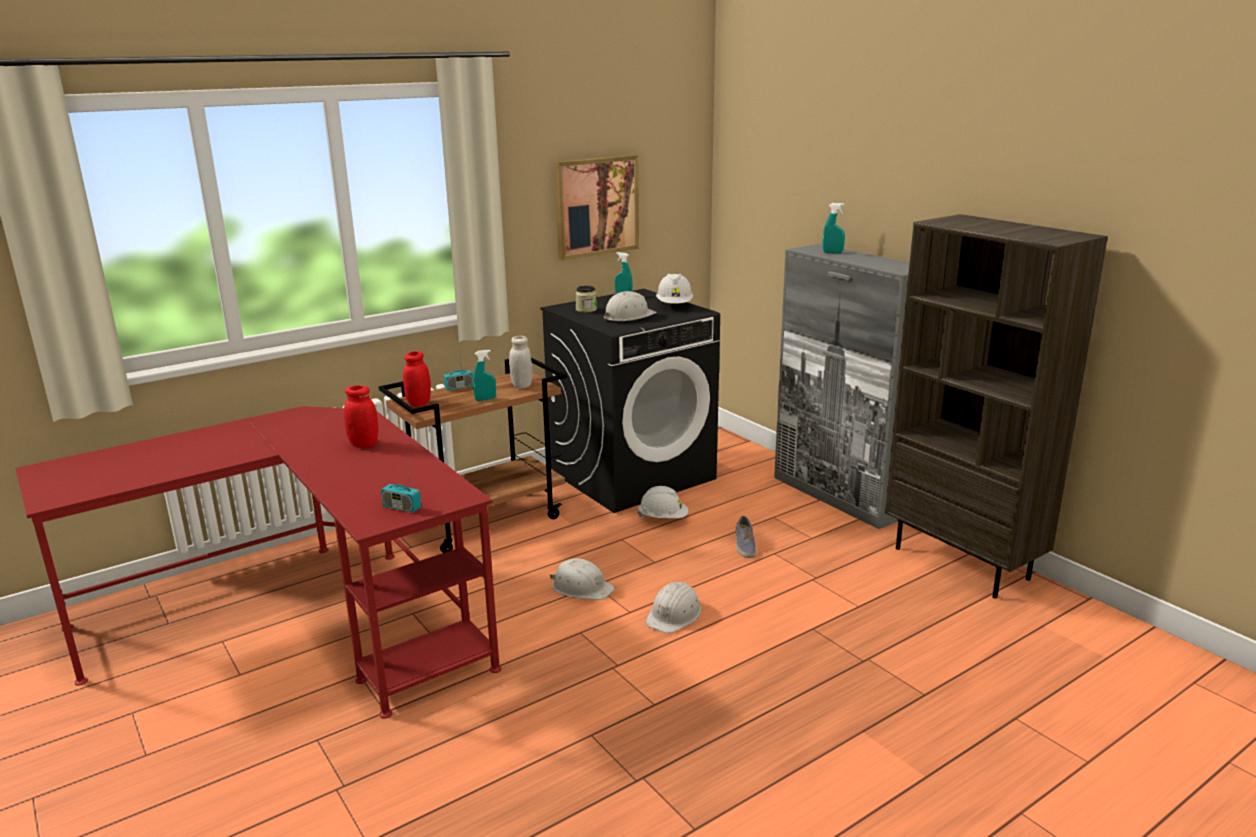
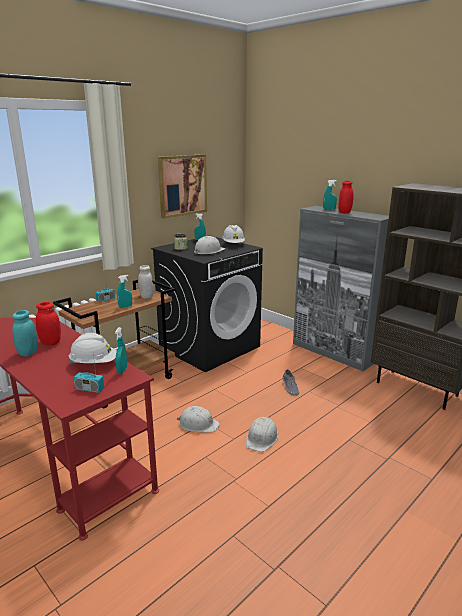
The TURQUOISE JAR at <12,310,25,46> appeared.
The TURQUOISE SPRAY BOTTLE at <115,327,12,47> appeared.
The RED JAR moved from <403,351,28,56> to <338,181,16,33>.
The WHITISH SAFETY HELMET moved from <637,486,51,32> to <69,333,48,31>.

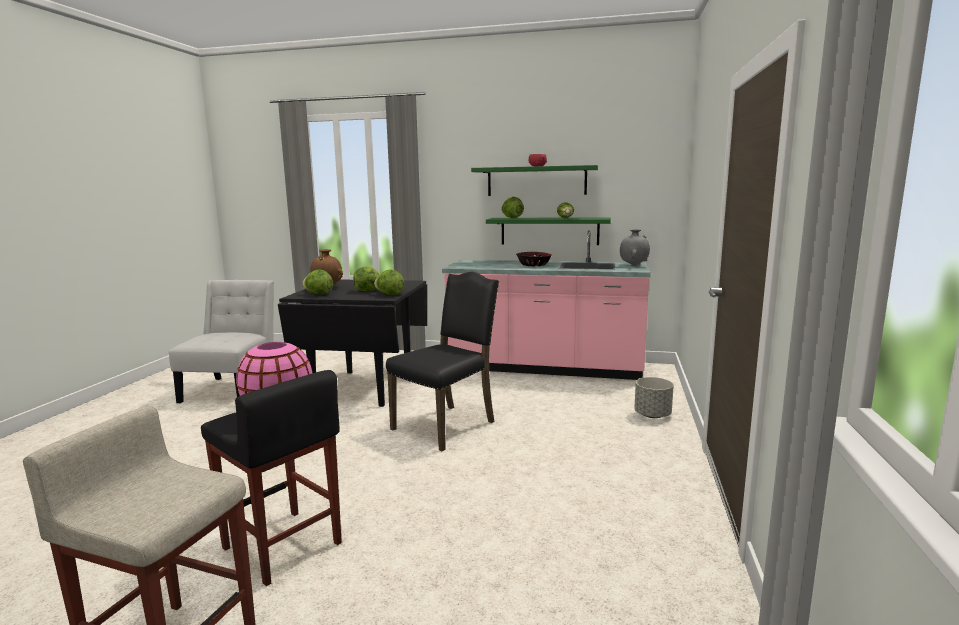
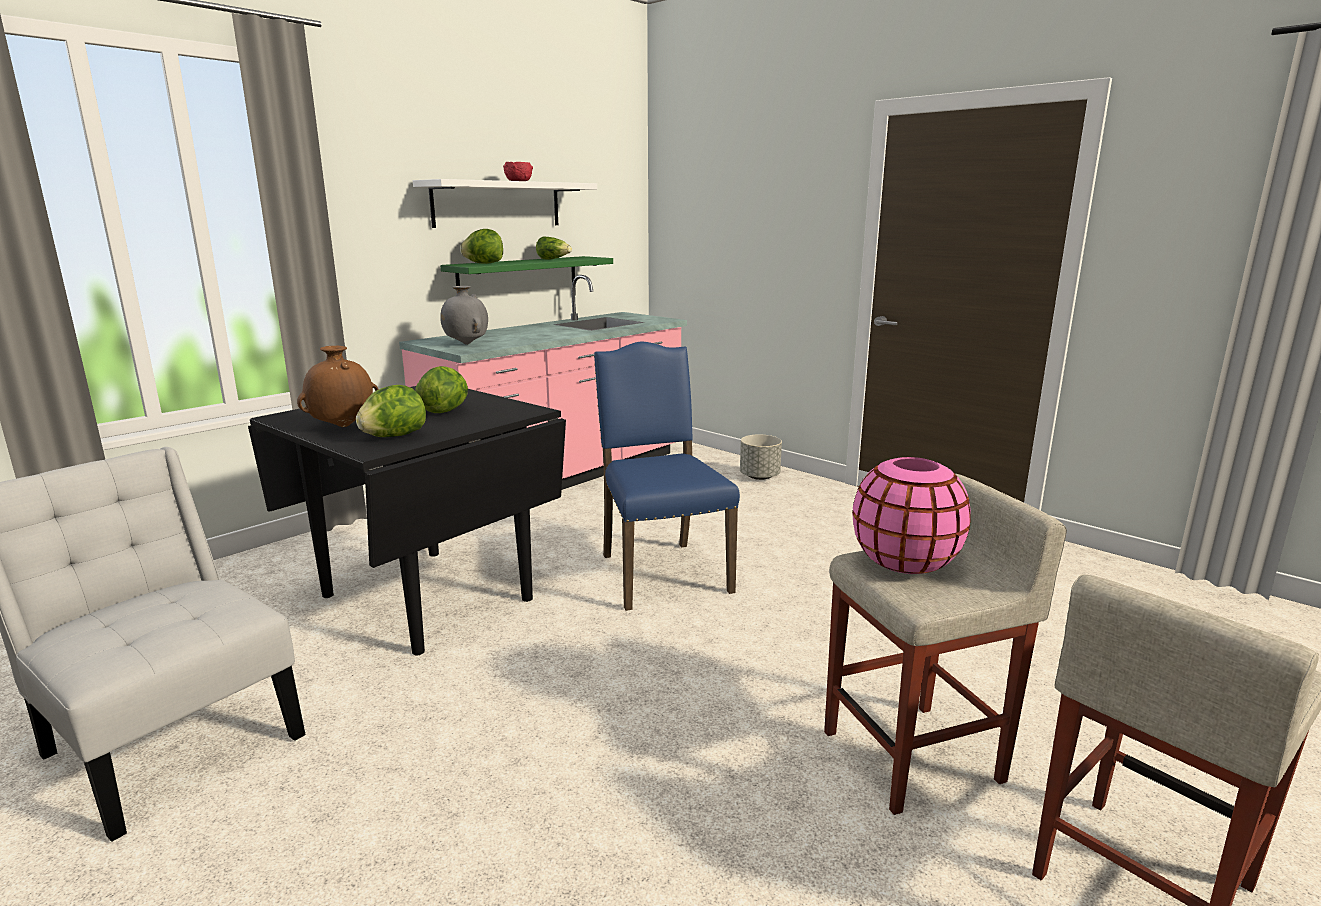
The LETTUCE HEAD at <374,270,30,25> disappeared.
The DEEP DISH at <516,252,36,14> disappeared.
The GRAY DECORATIVE VASE moved from <620,229,30,37> to <440,286,48,59>.
The BLACK-COLOURED STOOL at <201,370,141,216> became the SAND-COLOURED STOOL at <824,474,243,341>.
The BLACK-COLOURED CHAIR at <386,272,113,179> became the BLUE CHAIR at <594,341,146,270>.
The GREEN SHELF at <471,165,127,31> became the WHITISH SHELF at <413,179,184,49>.

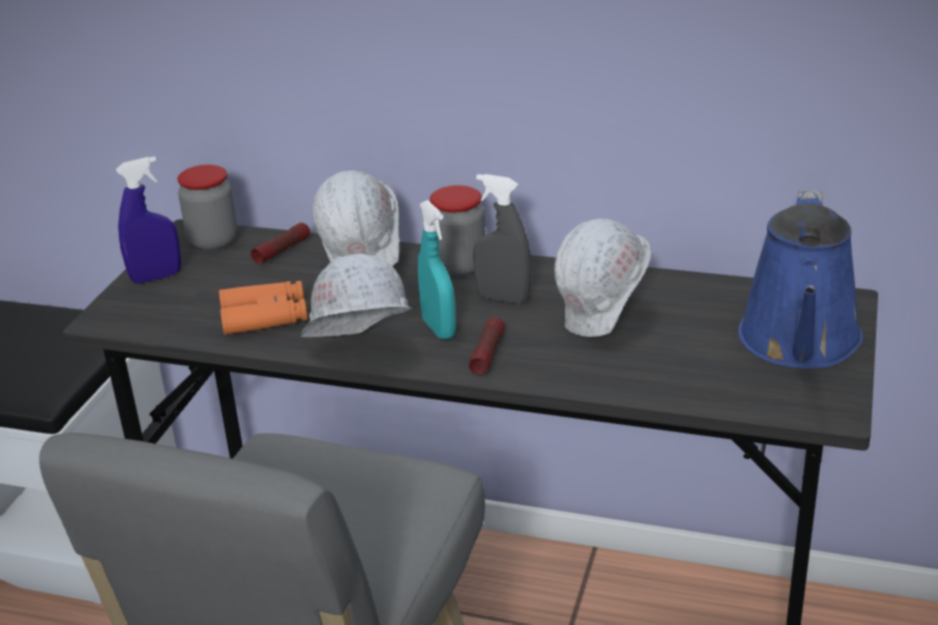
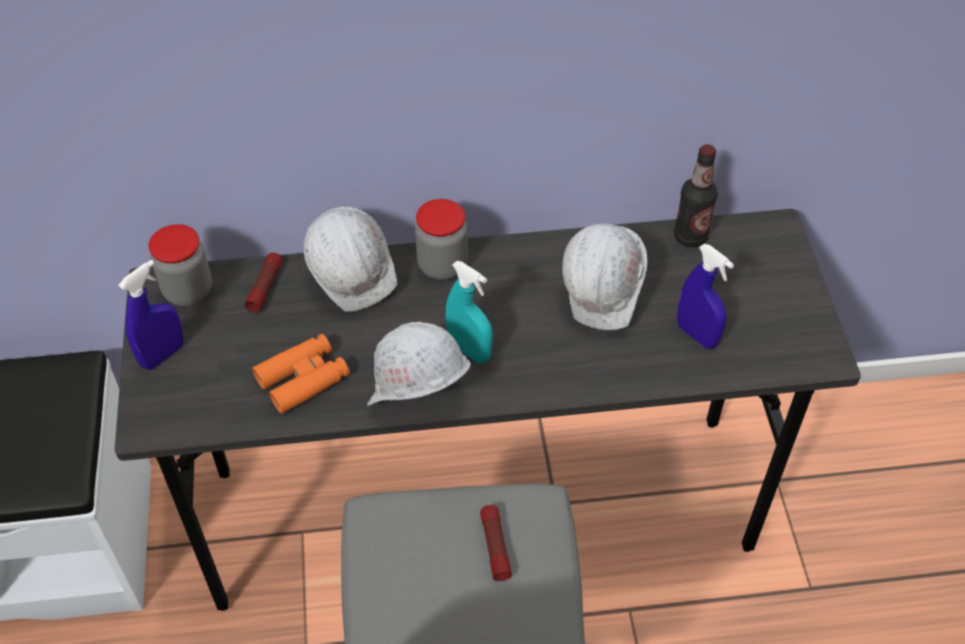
The GRAY SPRAY BOTTLE at <473,174,58,130> disappeared.
The BLUE WATERING POT at <738,190,125,179> disappeared.
The BEVERAGE BOTTLE at <674,144,44,103> appeared.
The BLUE SPRAY BOTTLE at <677,244,57,105> appeared.
The FLASHLIGHT moved from <469,317,36,58> to <480,505,32,76>.

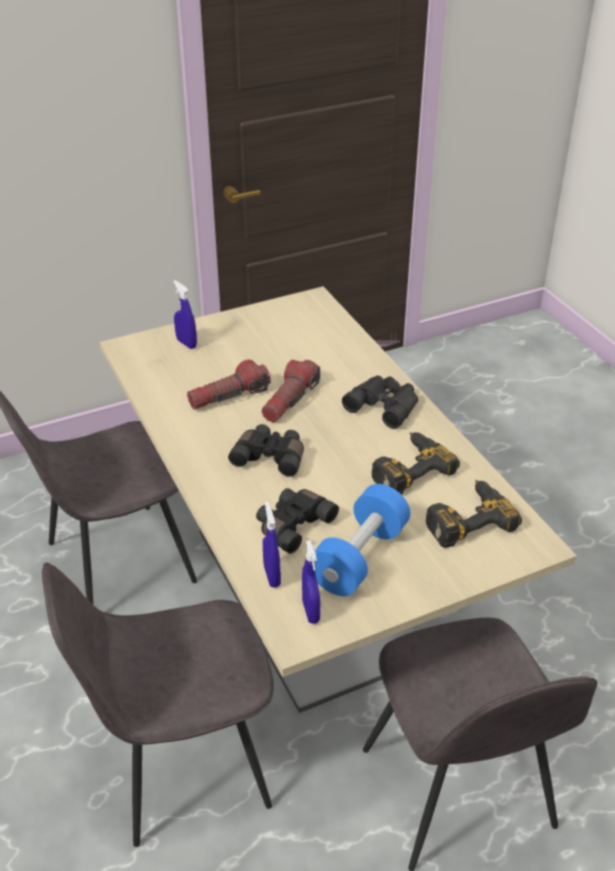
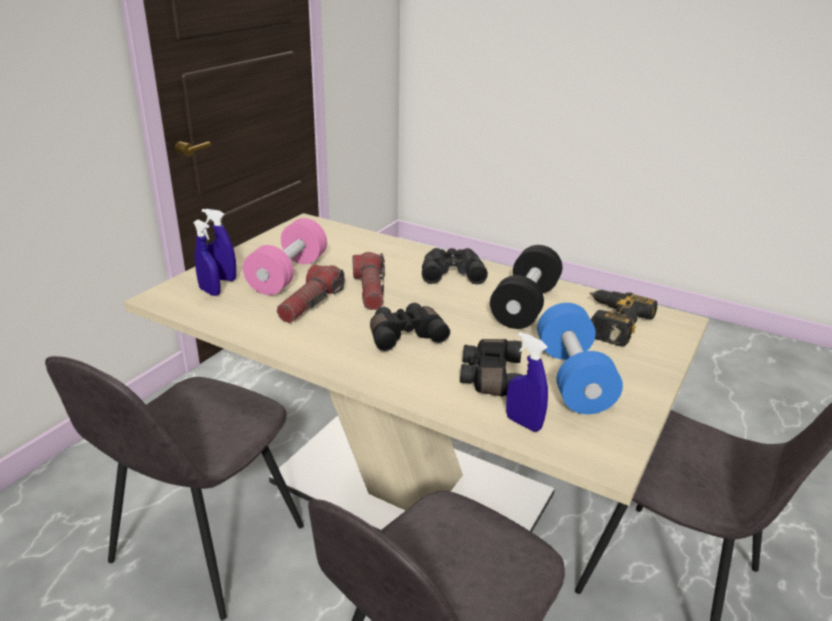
The PINKISH DUMBBELL at <243,218,84,77> appeared.
The BLUE SPRAY BOTTLE moved from <302,540,18,84> to <193,220,28,76>.
The POWER DRILL at <371,432,89,63> was replaced by the BLACK-COLOURED DUMBBELL at <490,245,72,84>.

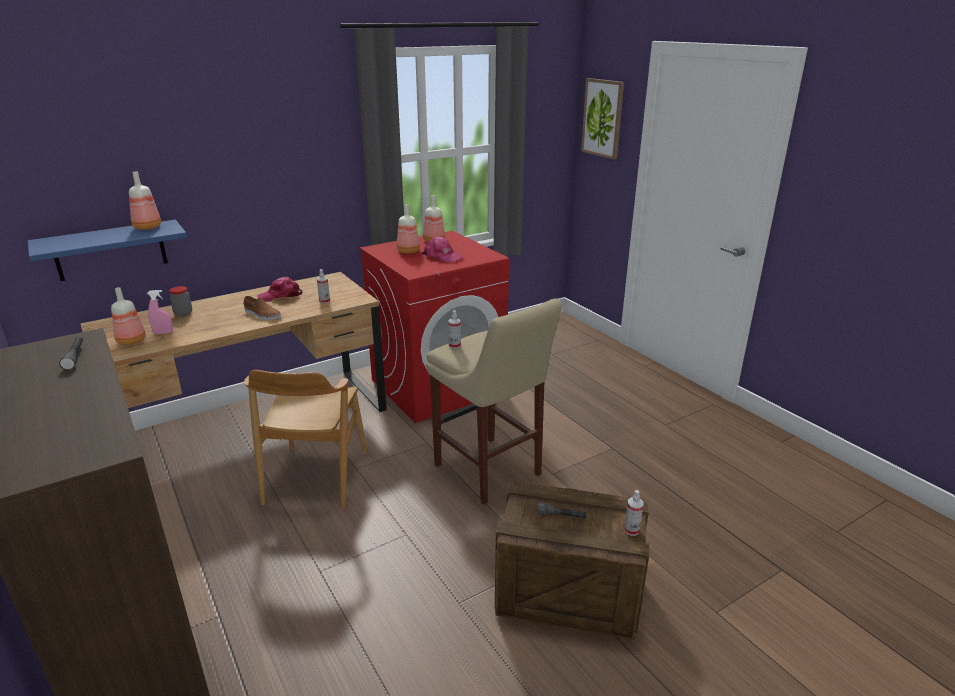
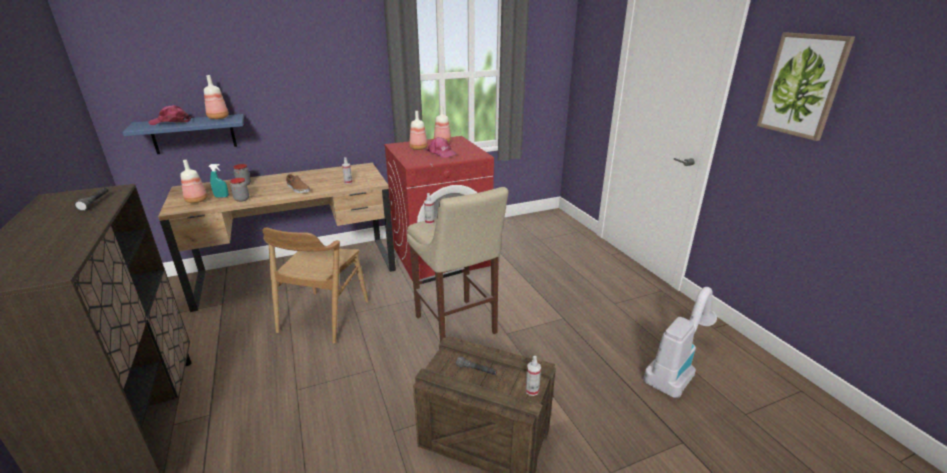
The JAR at <230,178,19,24> appeared.
The VACUUM CLEANER at <643,287,74,112> appeared.
The PINKISH BASEBALL CAP moved from <257,277,46,25> to <148,105,43,20>.
The PICTURE moved from <581,78,43,81> to <757,32,98,109>.
The PINKISH SPRAY BOTTLE at <147,290,26,44> became the TURQUOISE SPRAY BOTTLE at <209,164,20,33>.

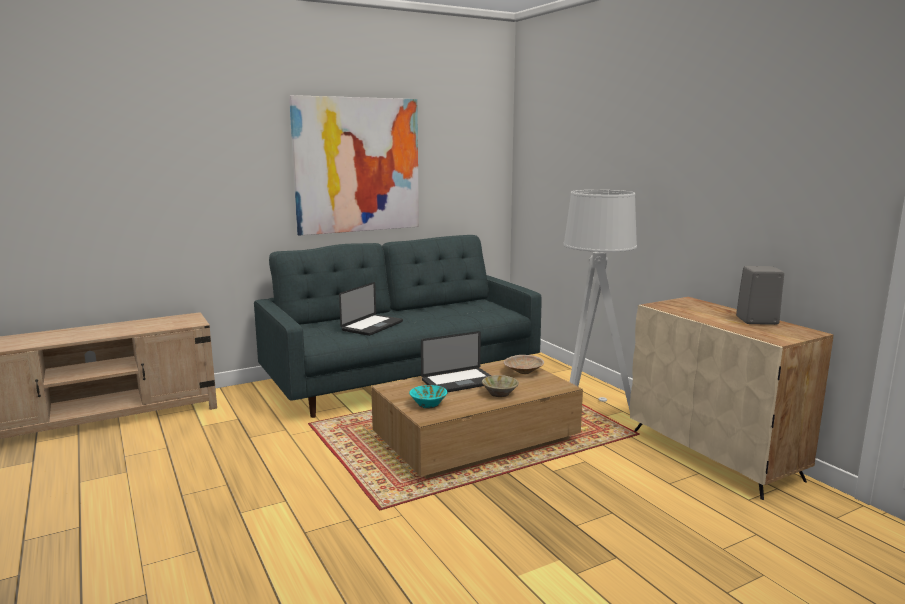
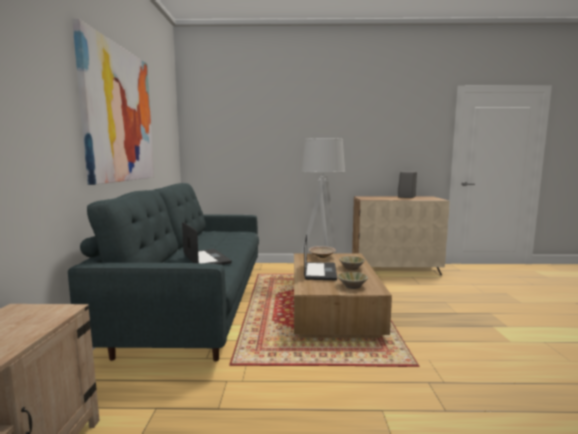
The TURQUOISE DEEP DISH at <409,385,39,23> became the SAND-COLOURED DEEP DISH at <338,272,30,17>.

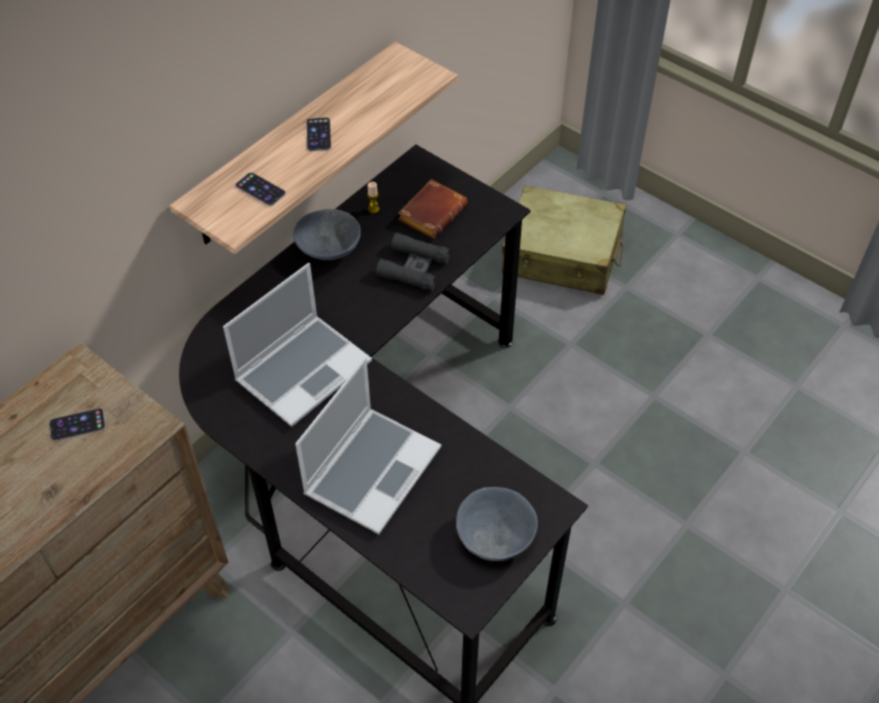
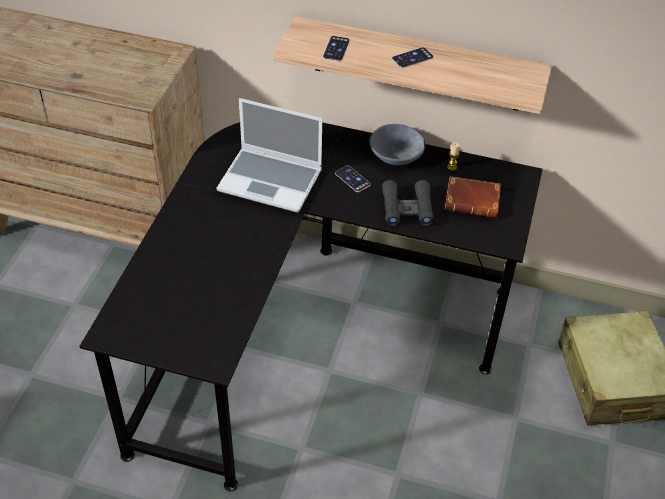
The PORTABLE COMPUTER at <295,358,146,176> disappeared.
The GRAY DEEP DISH at <456,487,82,74> disappeared.
The TELEPHONE moved from <49,408,57,33> to <335,165,36,27>.

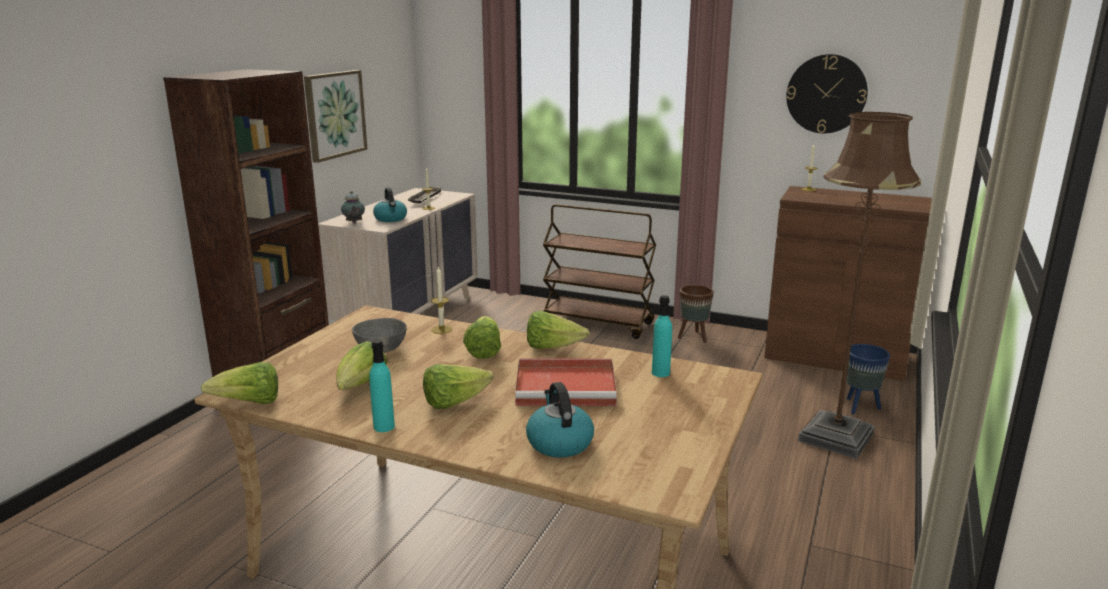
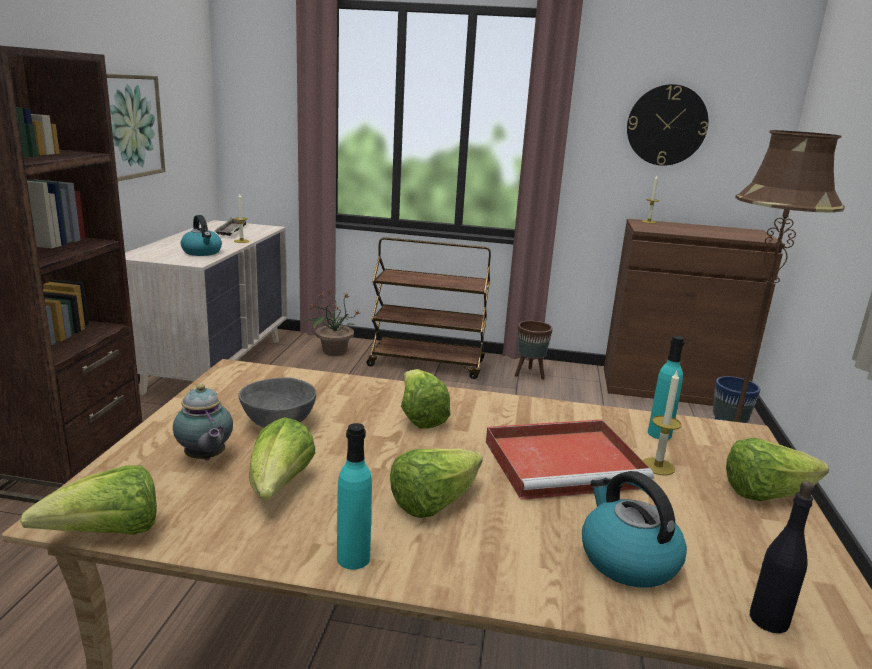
The PLANT IN A POT at <307,291,53,65> appeared.
The BLACK-COLOURED BEVERAGE BOTTLE at <750,481,64,152> appeared.
The TEAPOT moved from <341,191,24,32> to <173,384,60,76>.
The WAX CANDLE moved from <431,266,21,68> to <643,371,39,104>.
The LETTUCE HEAD moved from <527,311,63,38> to <726,437,103,64>.

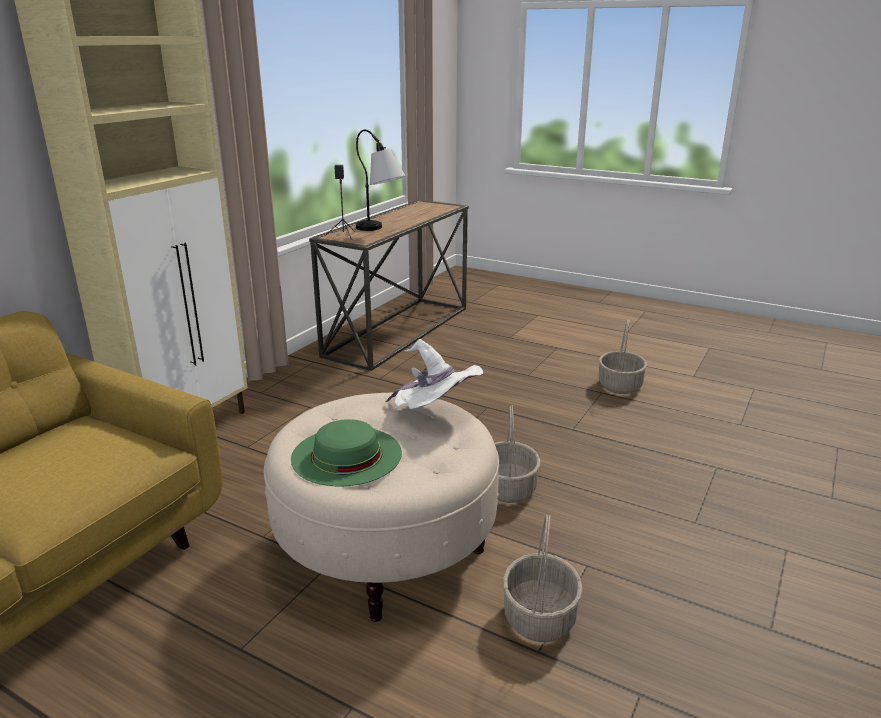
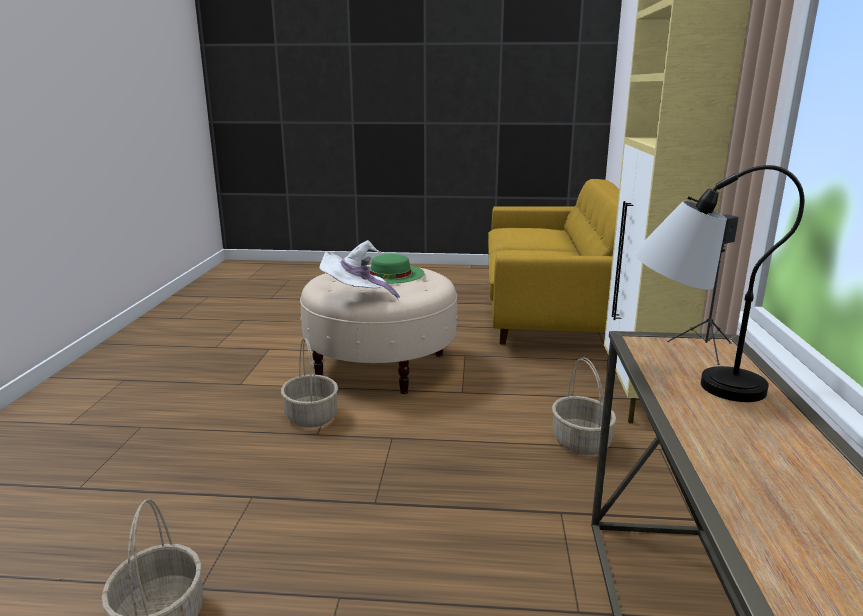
The HOUSEHOLD BASKET moved from <503,515,80,127> to <552,357,64,98>.

